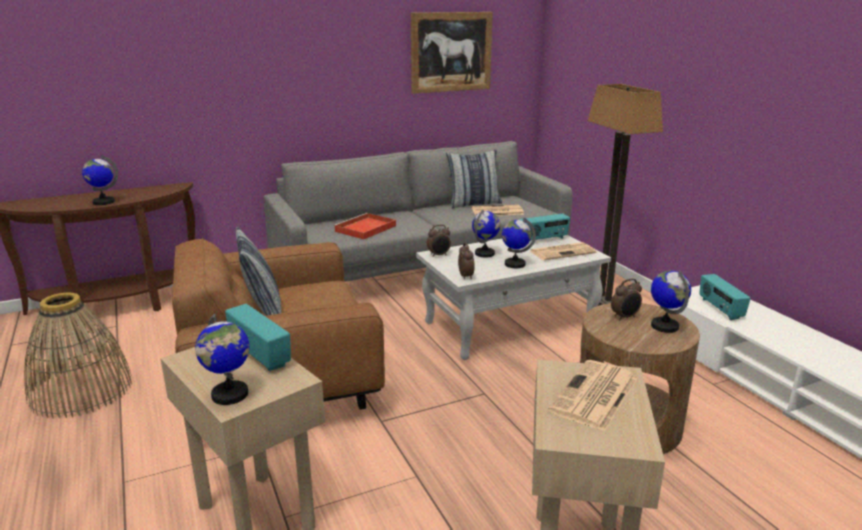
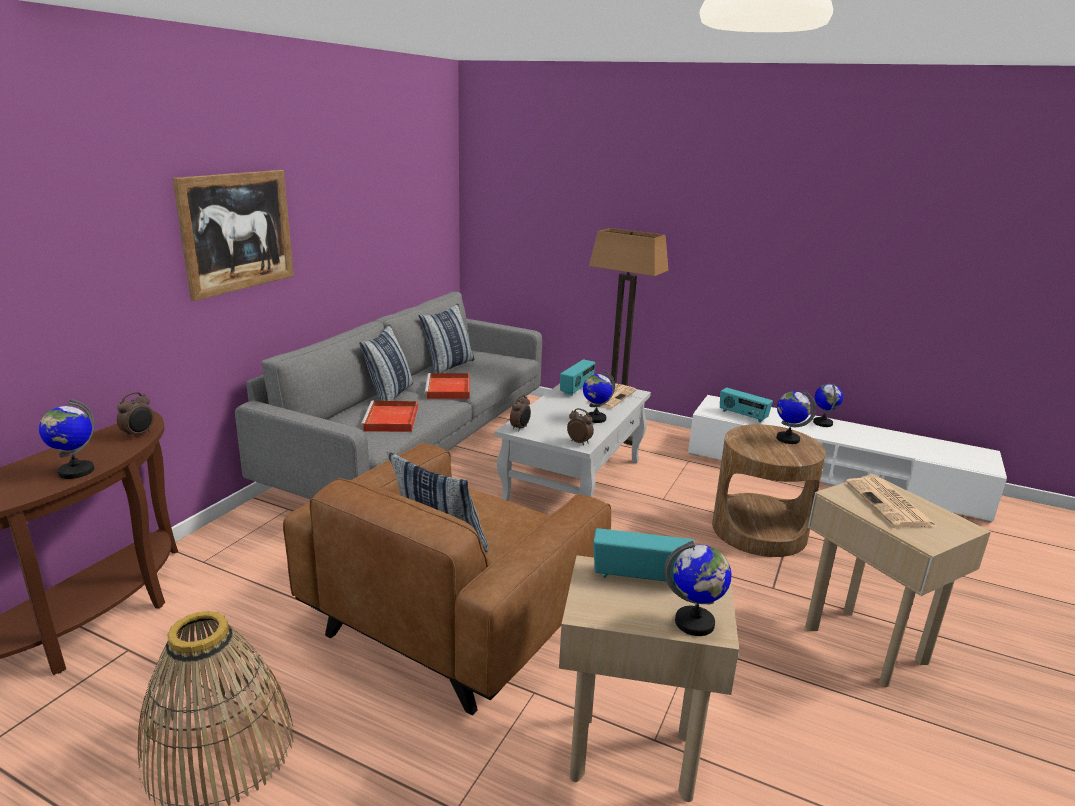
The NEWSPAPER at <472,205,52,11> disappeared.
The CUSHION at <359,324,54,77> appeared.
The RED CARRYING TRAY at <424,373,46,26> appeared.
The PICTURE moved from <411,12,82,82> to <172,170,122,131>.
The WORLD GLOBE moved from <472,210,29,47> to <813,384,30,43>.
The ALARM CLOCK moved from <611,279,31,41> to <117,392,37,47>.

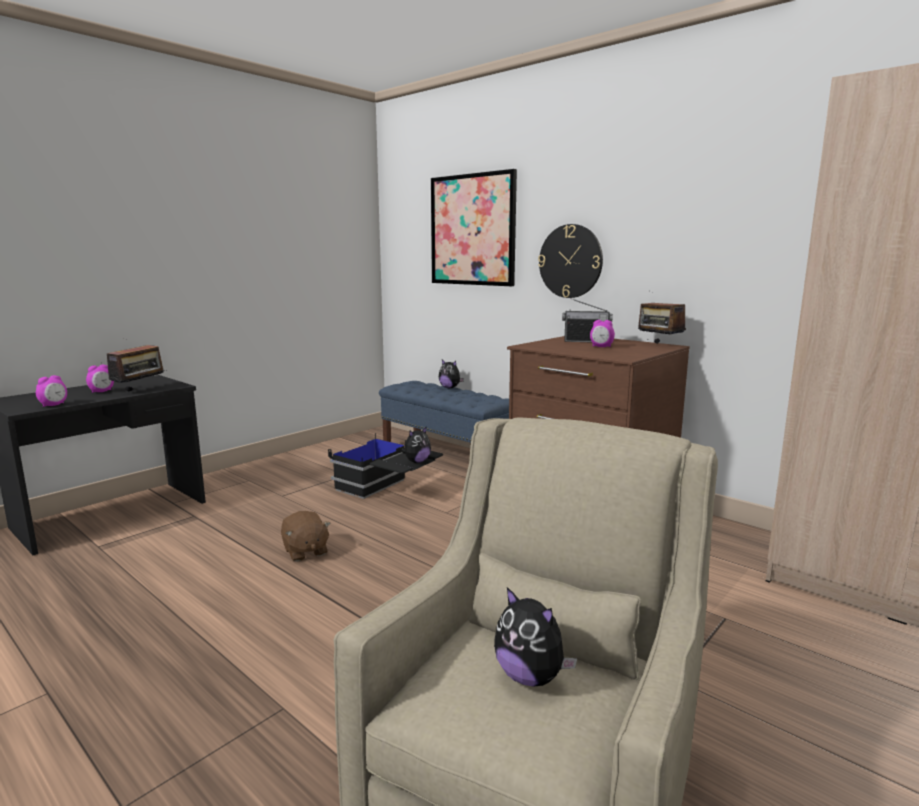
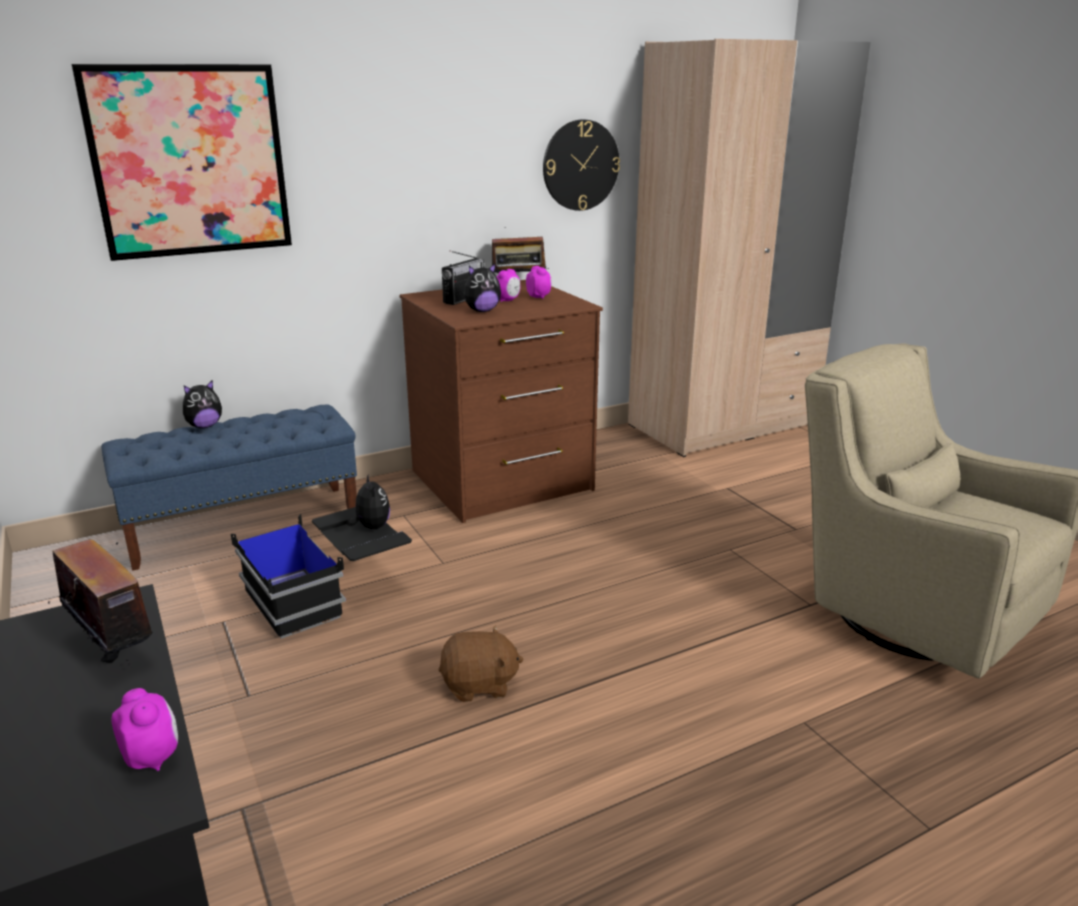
The ALARM CLOCK moved from <86,365,28,28> to <526,266,25,33>.
The PLUSH TOY moved from <494,587,83,100> to <464,263,37,49>.
The WALL CLOCK moved from <538,224,65,74> to <543,120,77,91>.

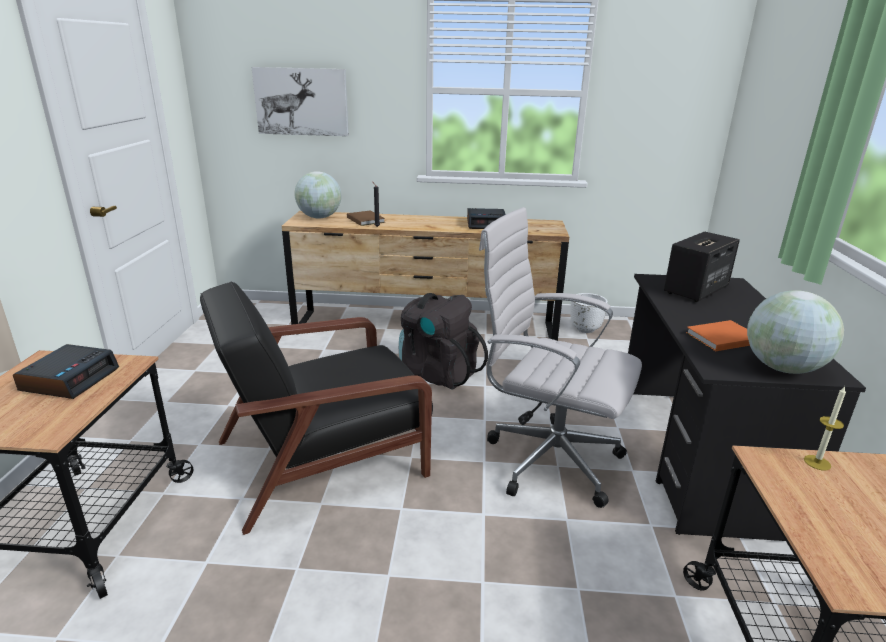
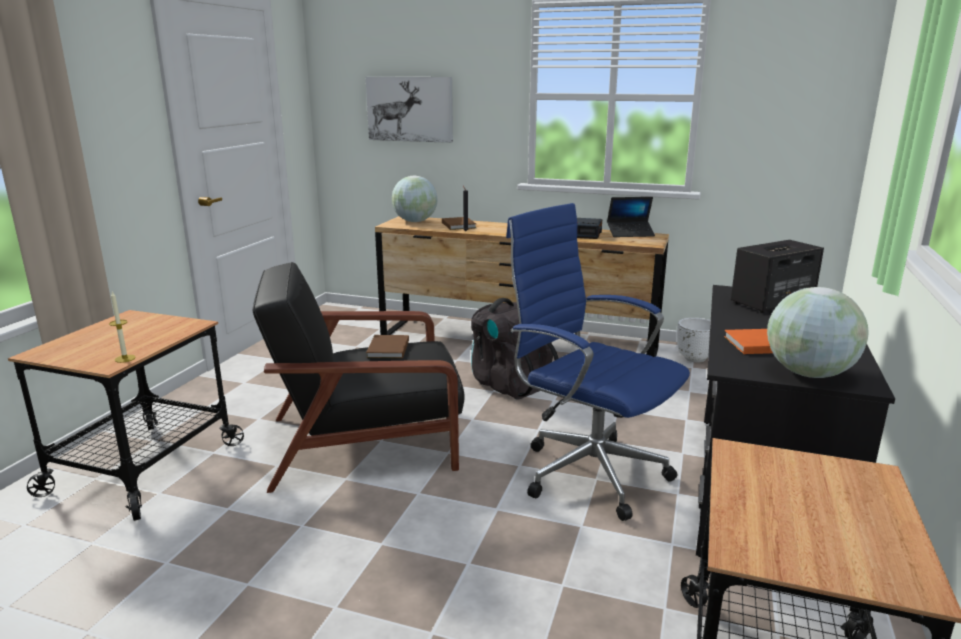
The ALARM CLOCK at <13,344,106,55> disappeared.
The BROWNISH VOLUME at <366,335,43,23> appeared.
The PORTABLE COMPUTER at <607,197,48,40> appeared.
The WAX CANDLE moved from <804,386,42,84> to <109,292,27,71>.
The WHITISH DESK CHAIR at <479,207,163,301> became the BLUE DESK CHAIR at <506,203,184,318>.

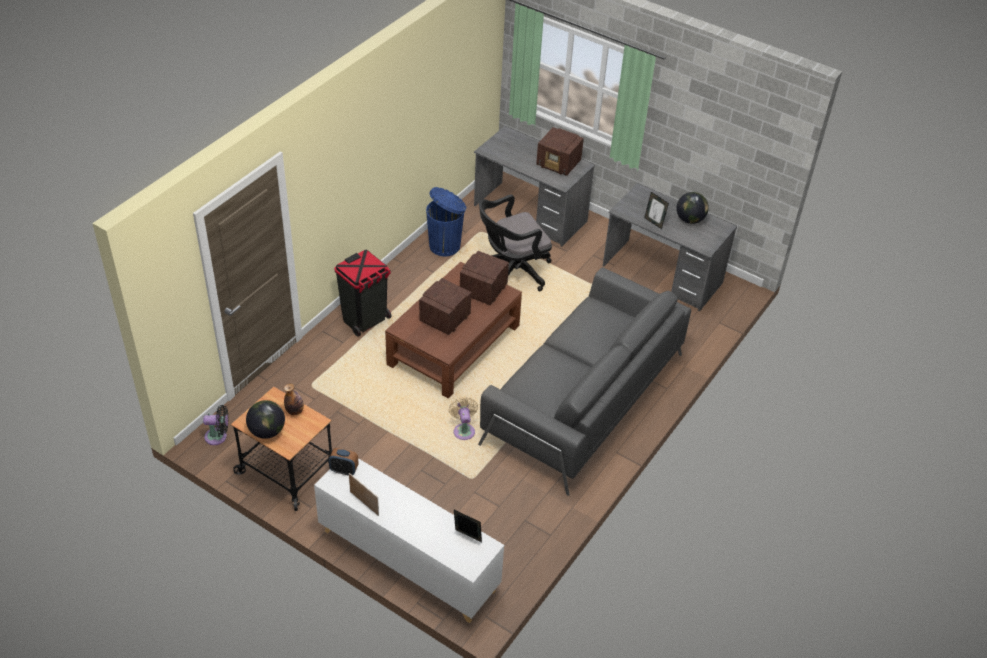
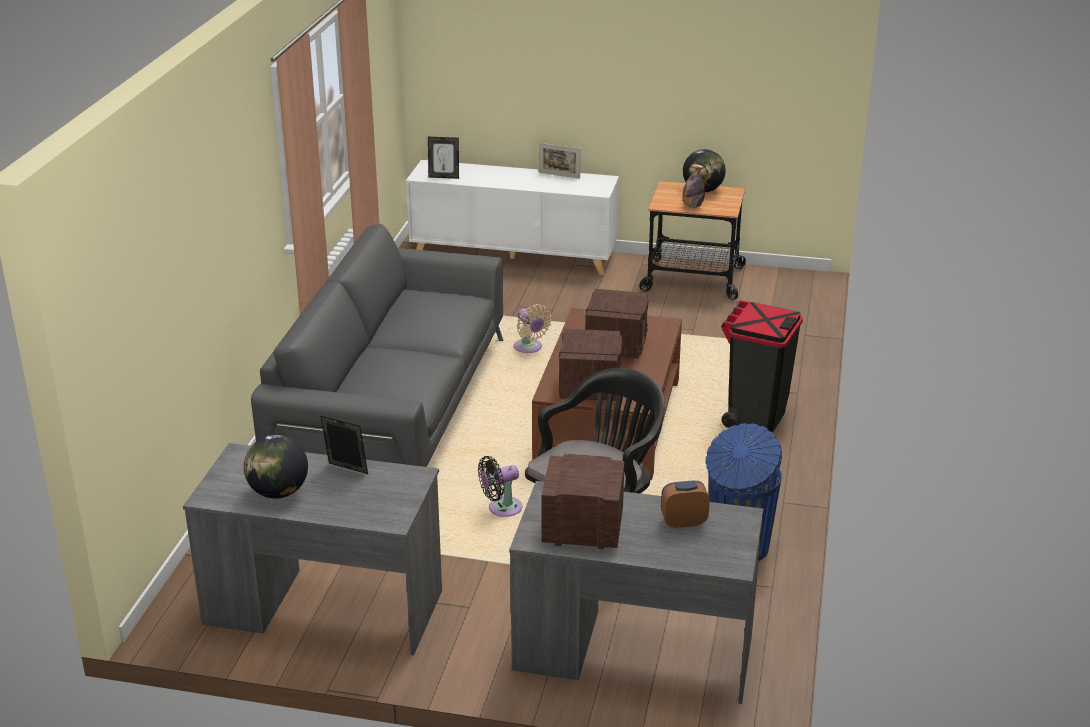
The BLACK-COLOURED ELECTRIC FAN moved from <203,405,25,40> to <478,456,44,61>.
The ALARM CLOCK moved from <329,448,29,28> to <661,481,49,47>.

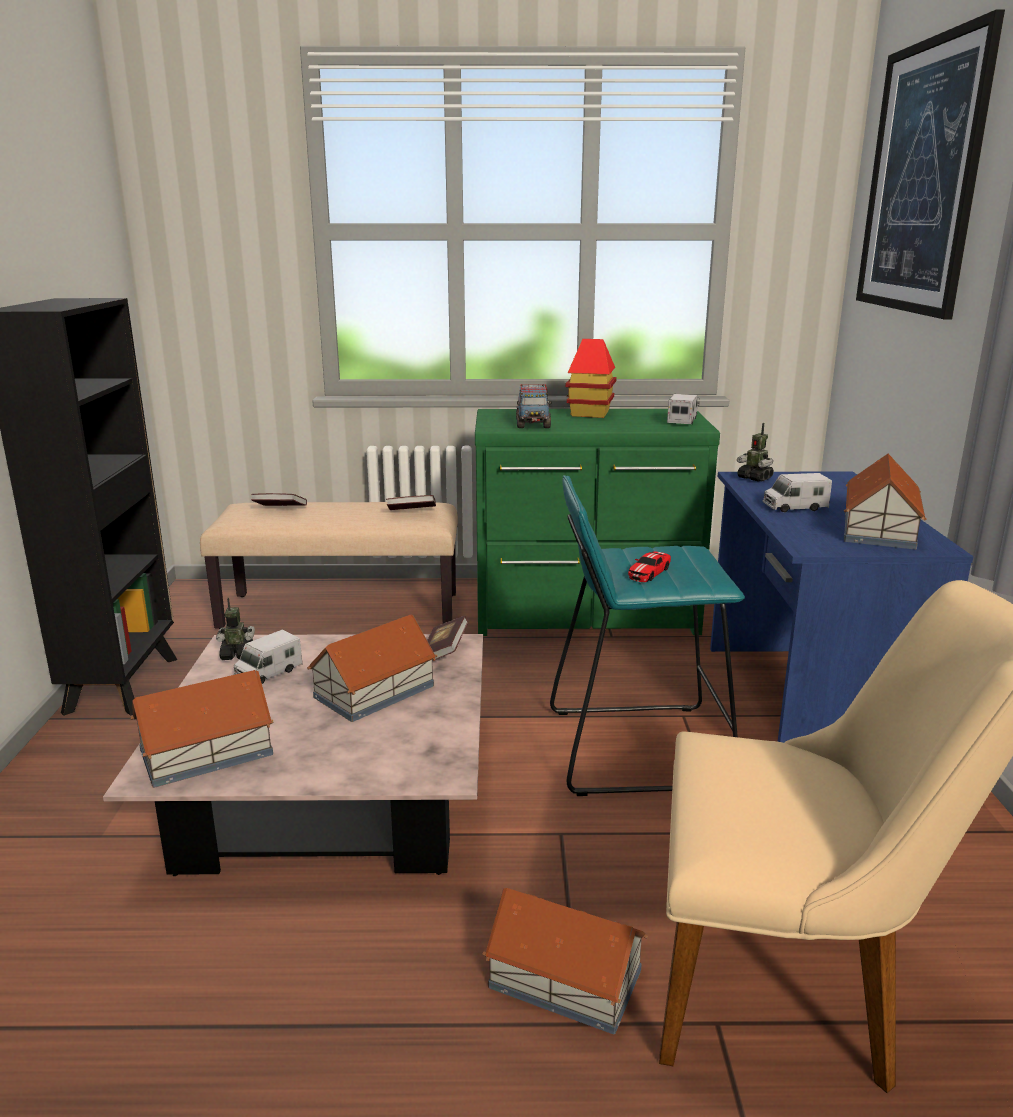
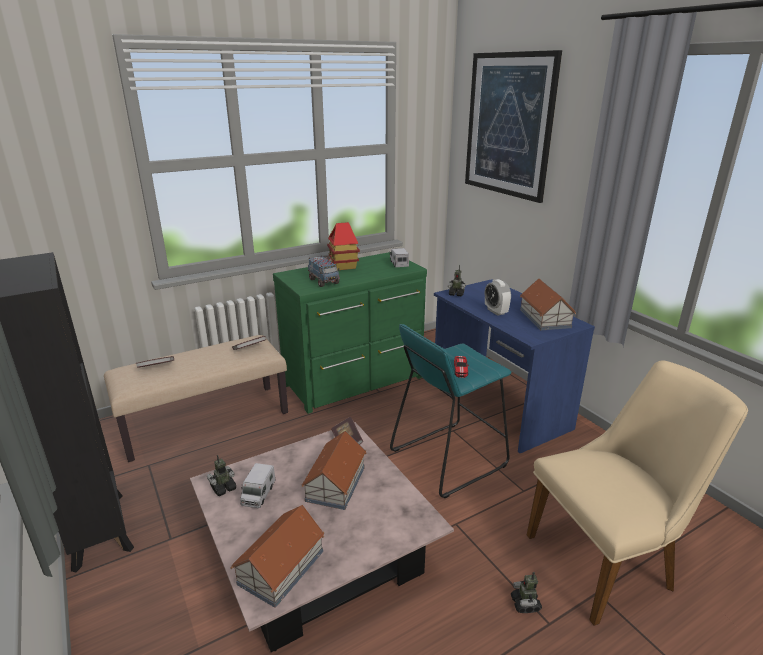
The TOY HOUSE at <482,888,166,147> was replaced by the ROBOT FIGURE at <511,572,31,41>.
The TOY LORRY at <763,473,69,39> was replaced by the ALARM CLOCK at <485,279,26,37>.

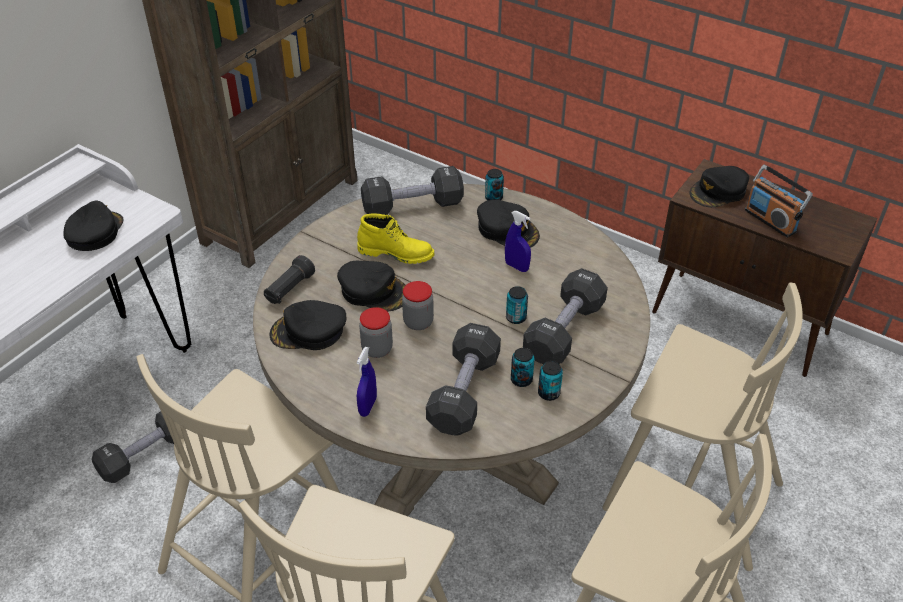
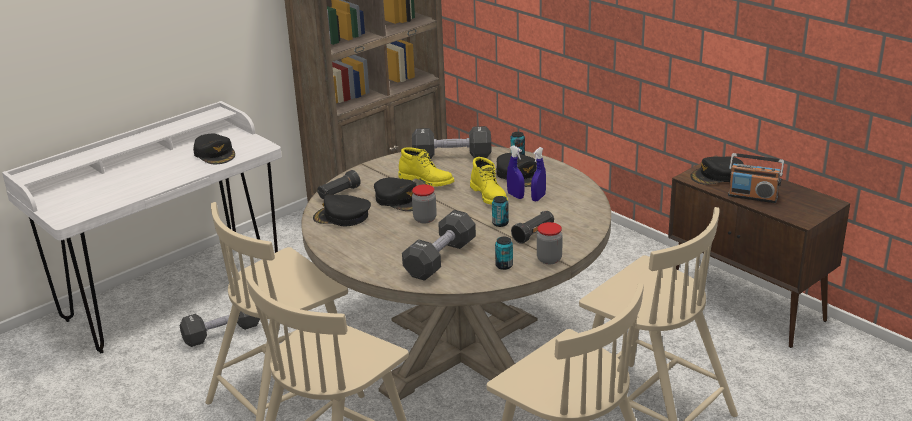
The SEALED CAN at <511,348,24,39> disappeared.
The YELLOW-COLOURED TALL BOOT at <470,157,38,48> appeared.
The BLUE SPRAY BOTTLE moved from <357,347,20,70> to <531,147,15,54>.
The JAR moved from <359,307,34,51> to <537,222,26,42>.
The BLACK-COLOURED DUMBBELL at <523,268,85,96> was replaced by the BLACK-COLOURED FLASHLIGHT at <511,211,43,33>.
The BLACK-COLOURED BASEBALL CAP at <64,201,60,50> turned 120 degrees clockwise.
The RADIO RECEIVER at <745,165,68,73> turned 45 degrees counterclockwise.

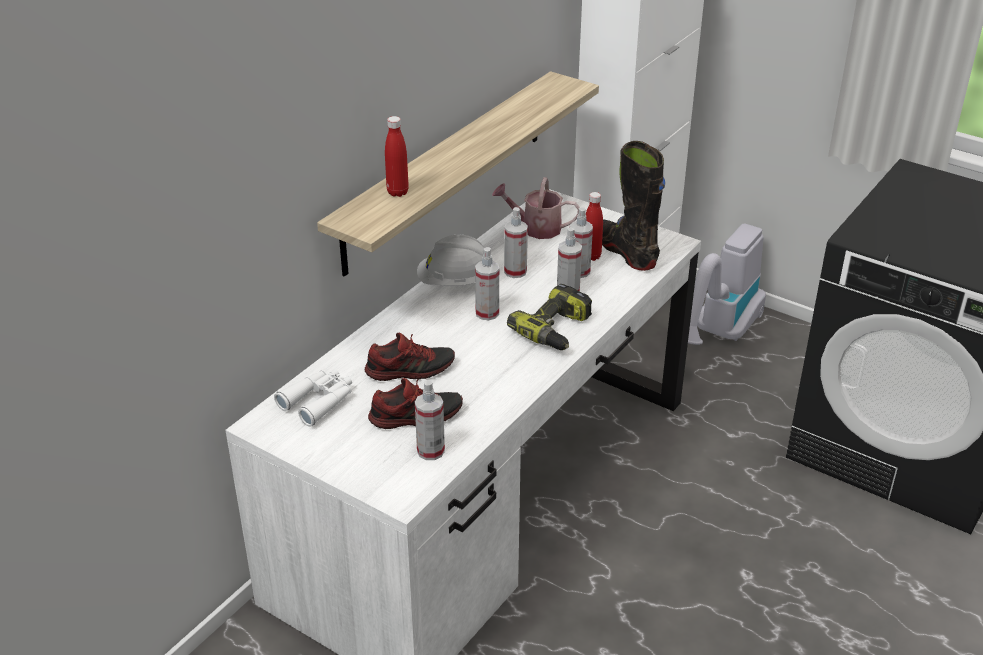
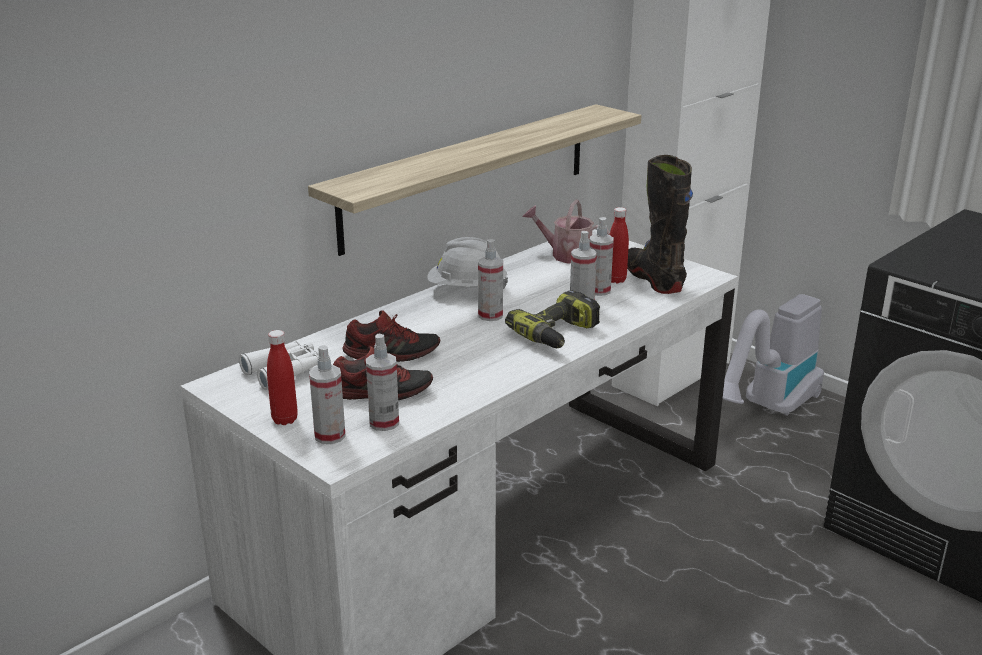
The RED BEVERAGE BOTTLE moved from <385,116,24,81> to <267,330,31,95>.
The SPRAY BOTTLE moved from <504,207,24,71> to <309,345,37,99>.

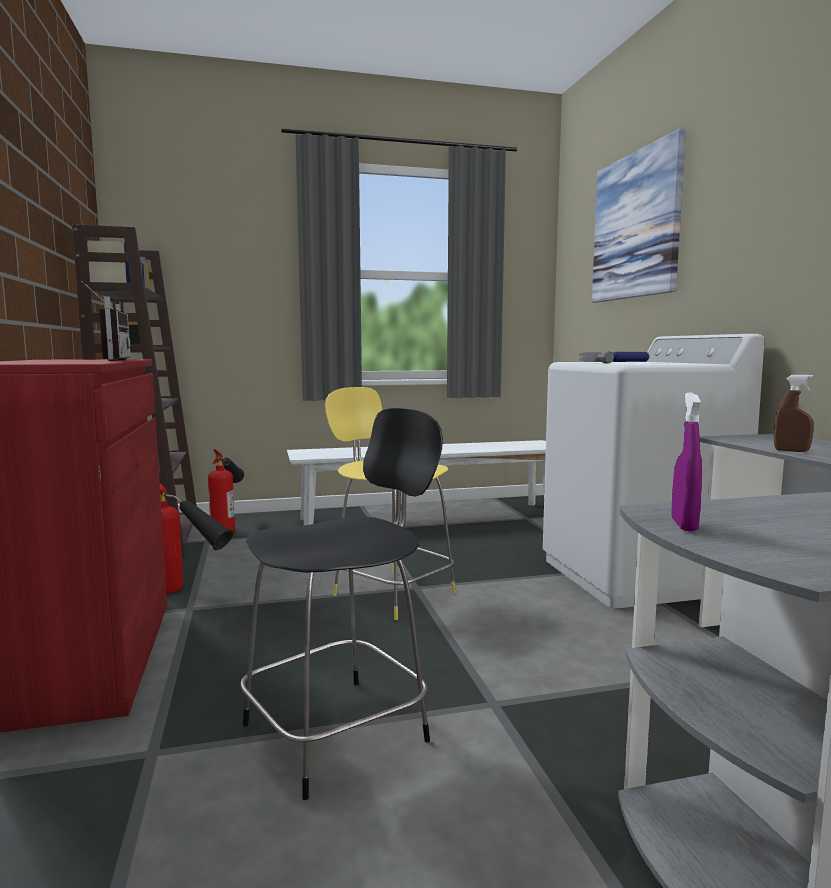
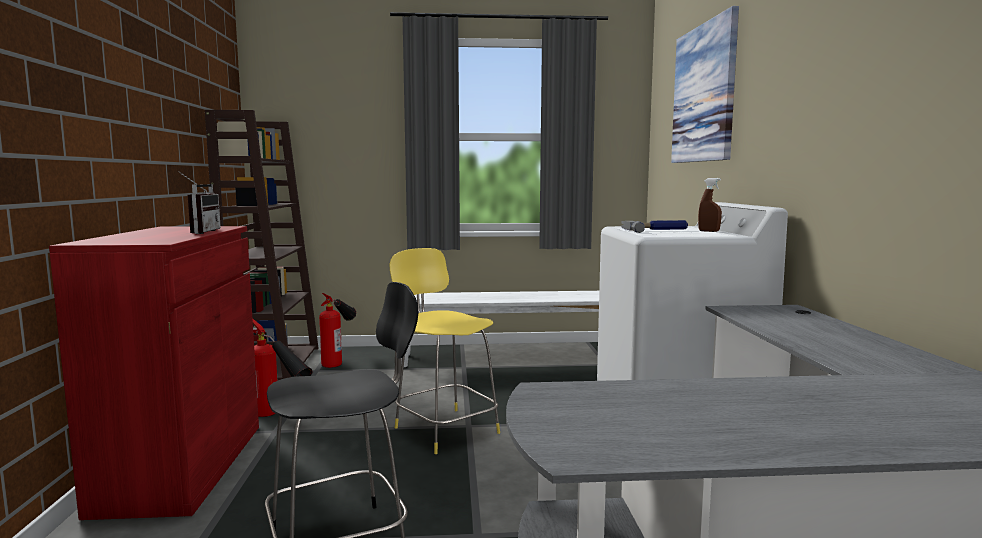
The PURPLE SPRAY BOTTLE at <672,393,30,138> disappeared.
The BROWNISH SPRAY BOTTLE moved from <774,375,40,77> to <698,178,24,54>.

